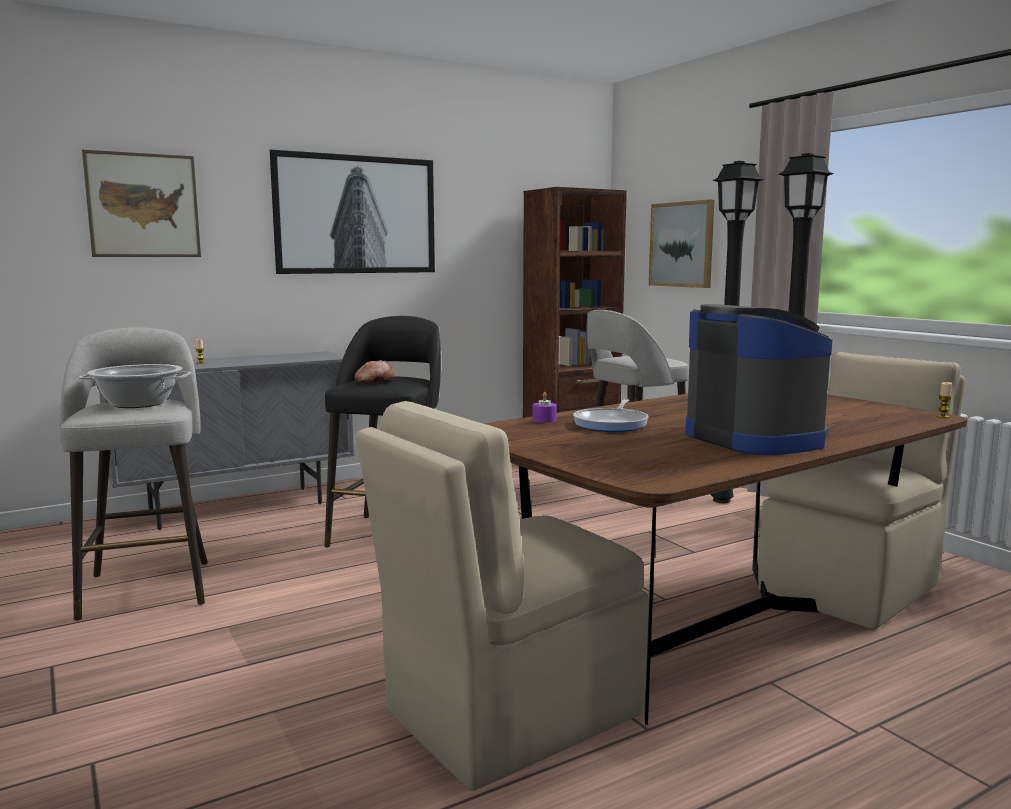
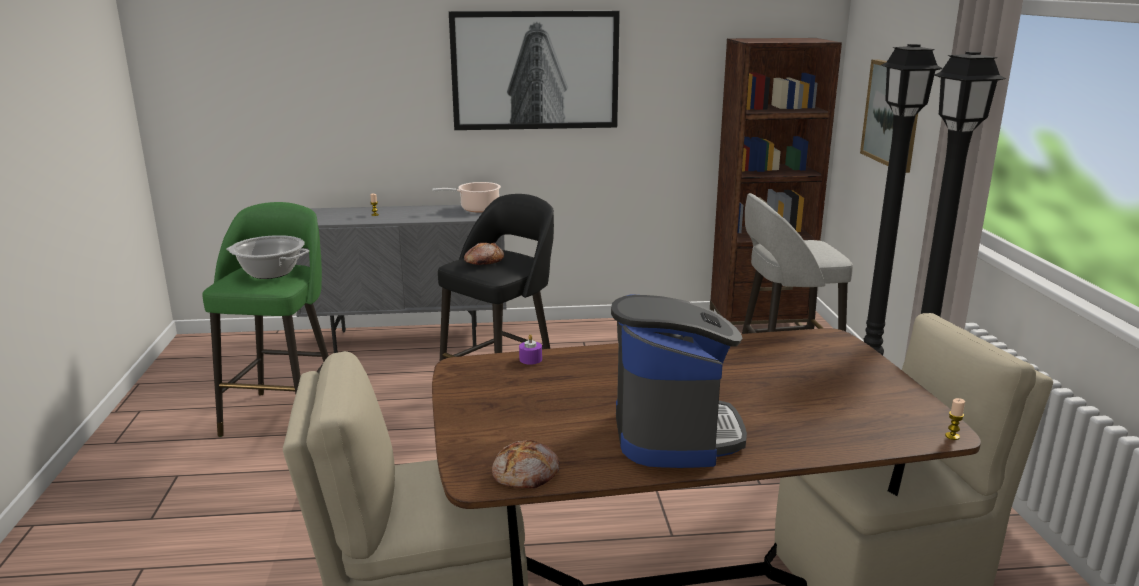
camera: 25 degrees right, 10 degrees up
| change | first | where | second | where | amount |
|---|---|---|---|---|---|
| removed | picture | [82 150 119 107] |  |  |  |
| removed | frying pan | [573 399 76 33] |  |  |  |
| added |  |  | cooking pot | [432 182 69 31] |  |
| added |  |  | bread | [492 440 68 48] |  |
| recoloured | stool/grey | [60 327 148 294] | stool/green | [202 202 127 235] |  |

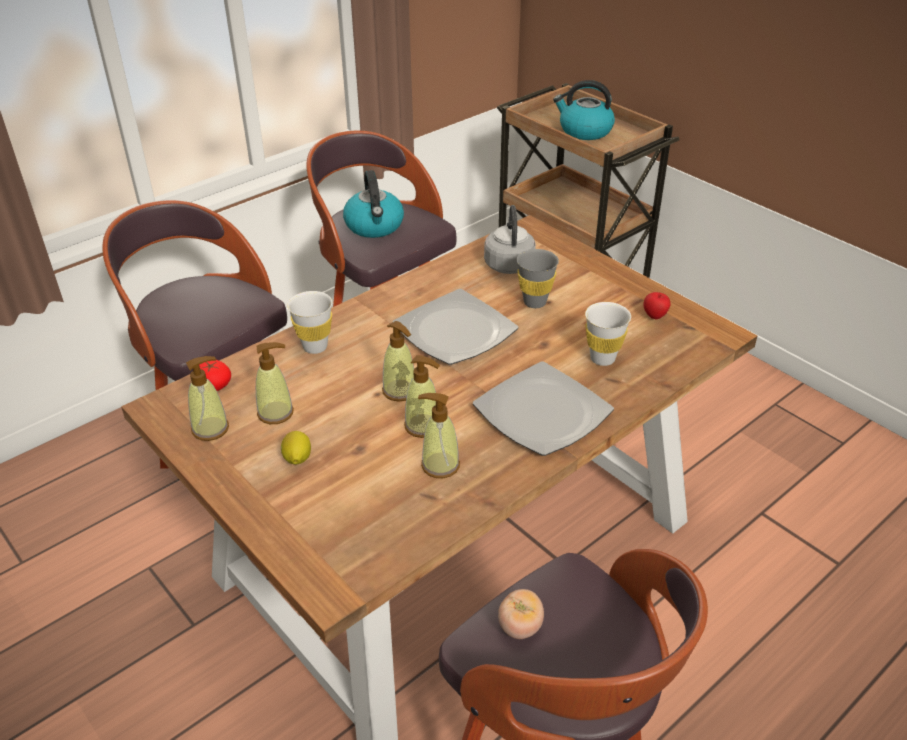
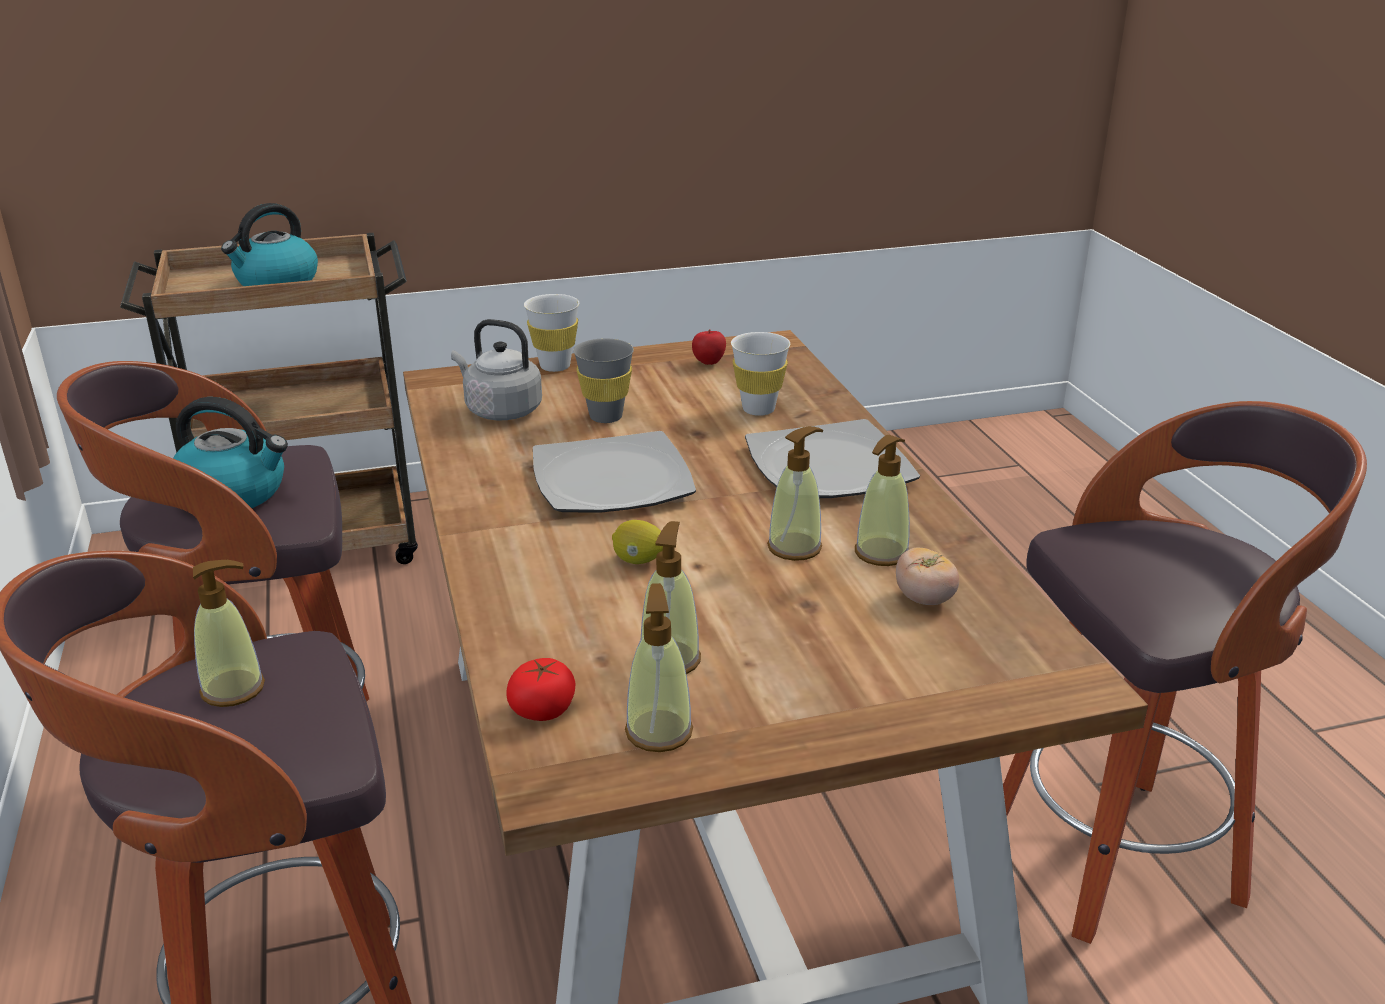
camera: 65 degrees left, 10 degrees down
| change | first | where | second | where | amount |
|---|---|---|---|---|---|
| moved | lemon | [281 431 30 33] |  | [612 520 51 44] |  |
| moved | cup/white | [287 291 45 63] |  | [524 294 55 78] |  |
| moved | soap dispenser | [382 321 32 81] |  | [193 560 72 147] |  |
| moved | tomato | [498 589 46 50] |  | [896 548 63 57] |  |

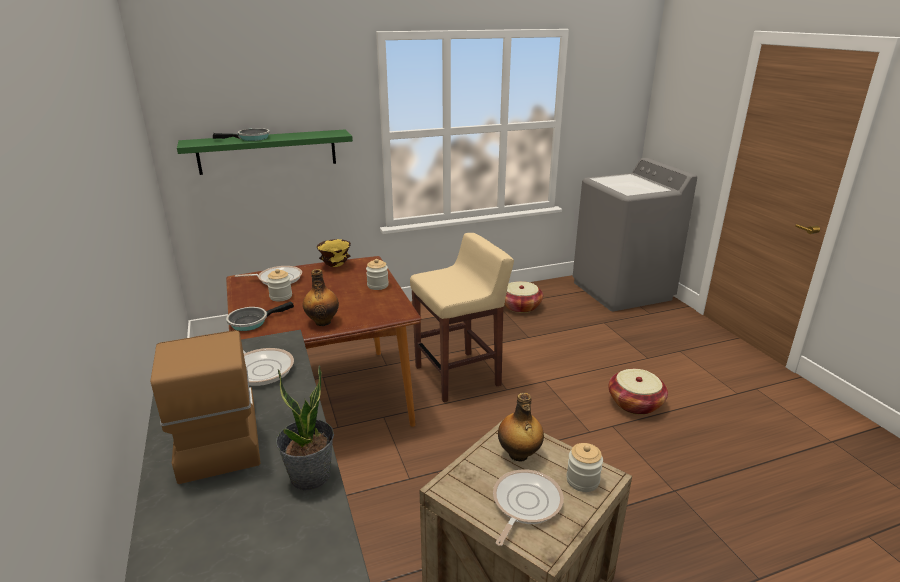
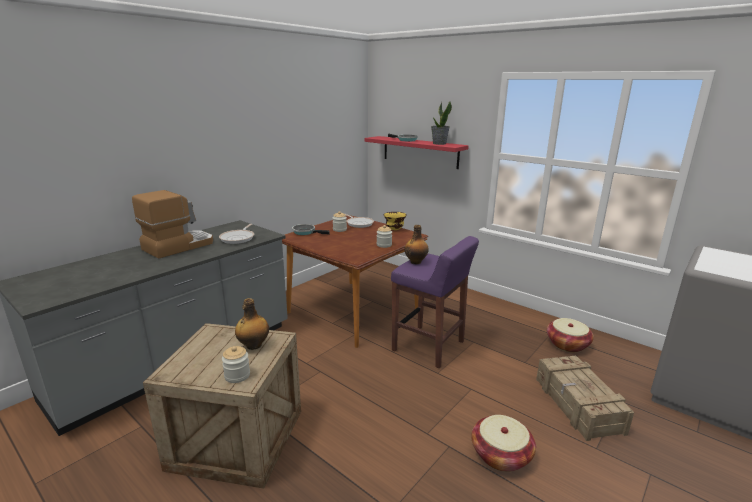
camera: 60 degrees right, 5 degrees down
| change | first | where | second | where | amount |
|---|---|---|---|---|---|
| removed | frying pan | [493 469 71 77] |  |  |  |
| added |  |  | crate | [536 356 98 85] |  |
| moved | potted plant | [276 365 58 125] |  | [431 102 21 43] |  |
| moved | bottle | [303 269 36 57] |  | [404 225 25 39] |  |
| recoloured | shelf/green | [177 129 176 46] | shelf/red | [365 136 104 33] |  |
| recoloured | stool/beige | [410 233 104 169] | stool/purple | [391 236 88 133] |  |

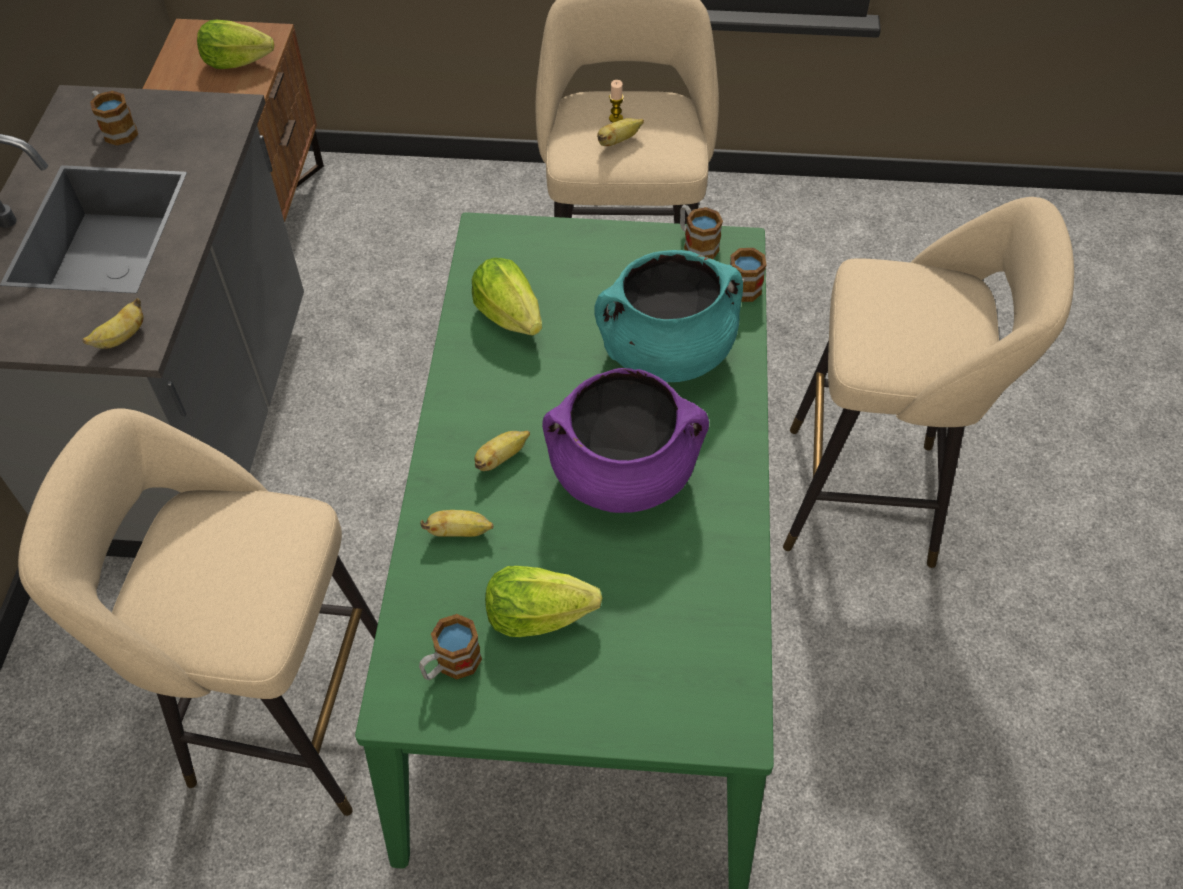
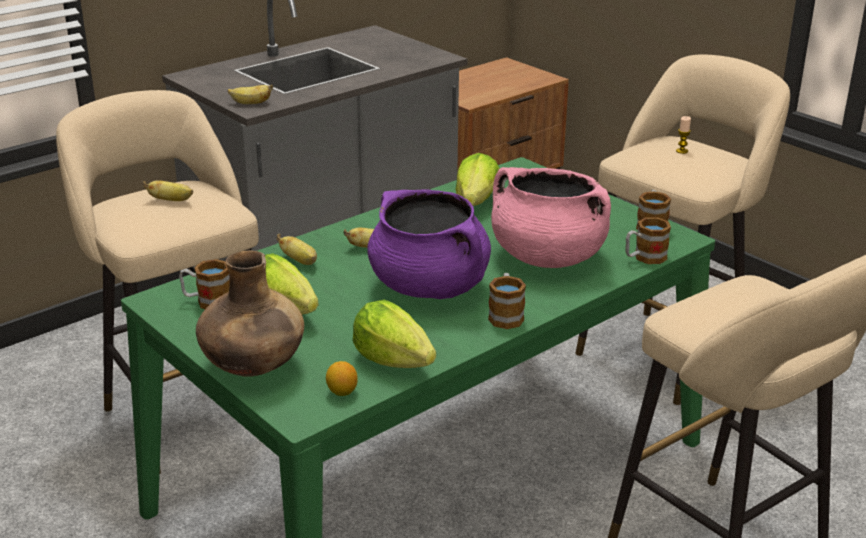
camera: 45 degrees right, 25 degrees down
| change | first | where | second | where | amount |
|---|---|---|---|---|---|
| added |  |  | vase/brown | [196 251 108 126] |  |
| added |  |  | lemon | [326 361 32 35] |  |
| moved | mug | [90 91 48 55] |  | [488 273 38 56] |  |
| moved | lettuce | [197 20 77 49] |  | [353 300 83 68] |  |
| moved | banana | [597 118 47 28] |  | [143 180 50 21] |  |
| recoloured | cooking pot/turquoise | [594 250 149 132] | cooking pot/pink | [491 167 120 101] |  |

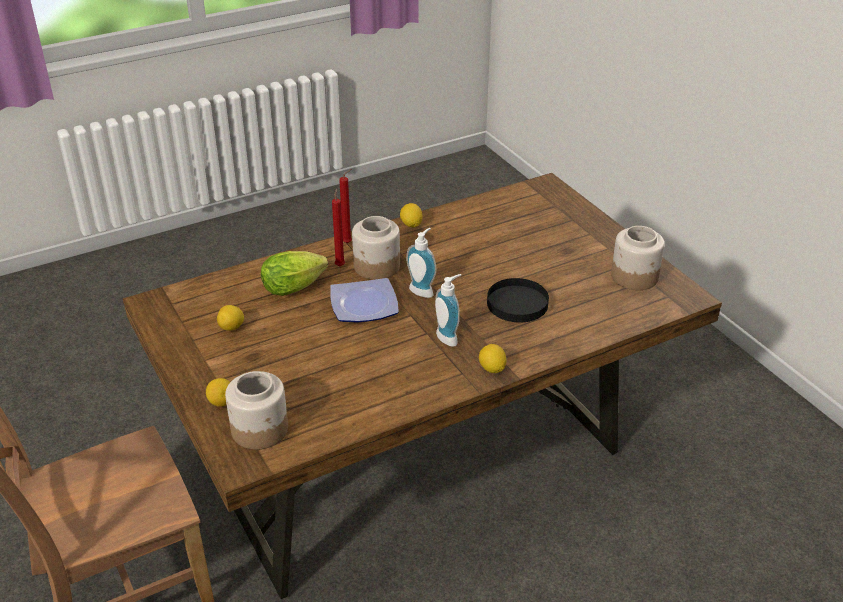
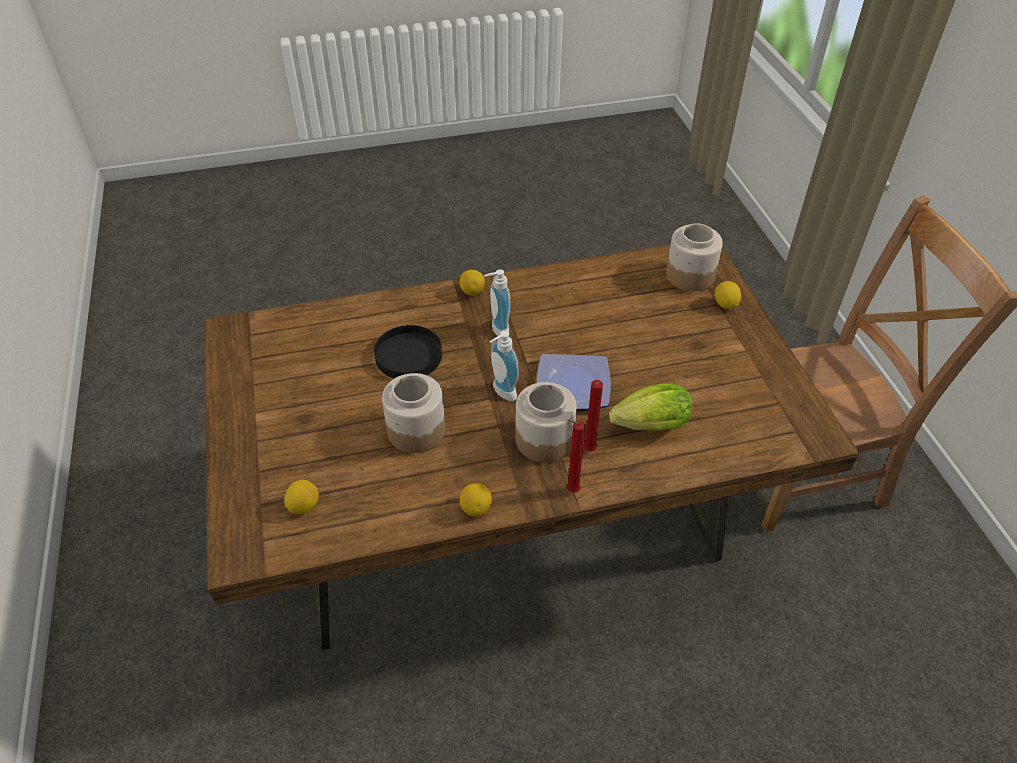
camera: 165 degrees left, 10 degrees up
| change | first | where | second | where | amount |
|---|---|---|---|---|---|
| moved | lemon | [217 305 27 26] |  | [284 480 35 34] |  |
| moved | jar | [611 226 54 64] |  | [382 373 63 80] |  |

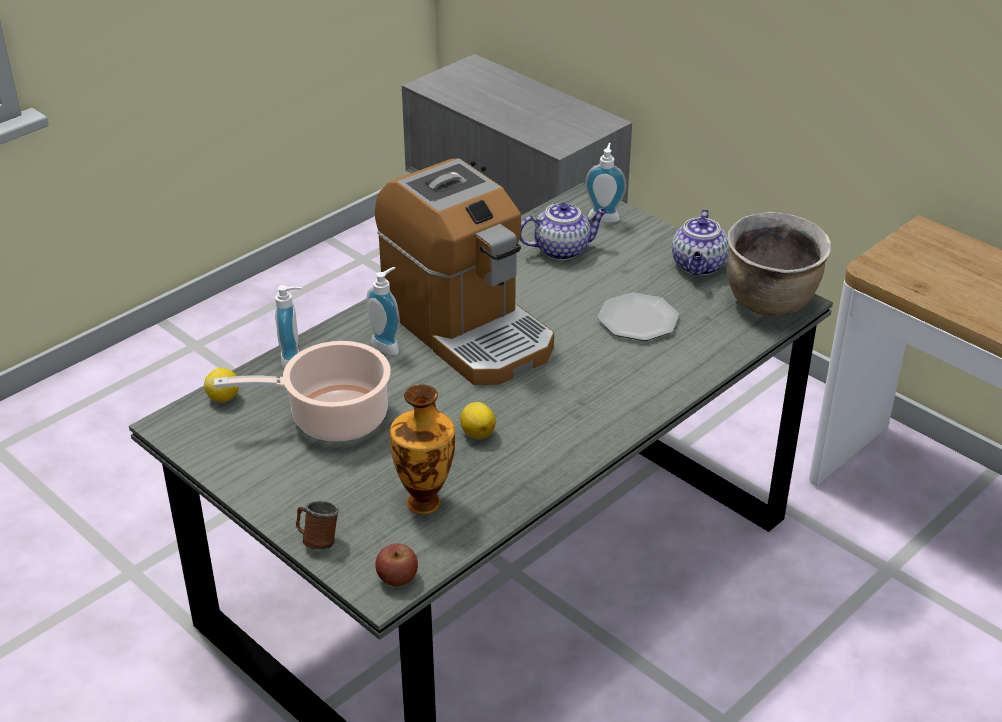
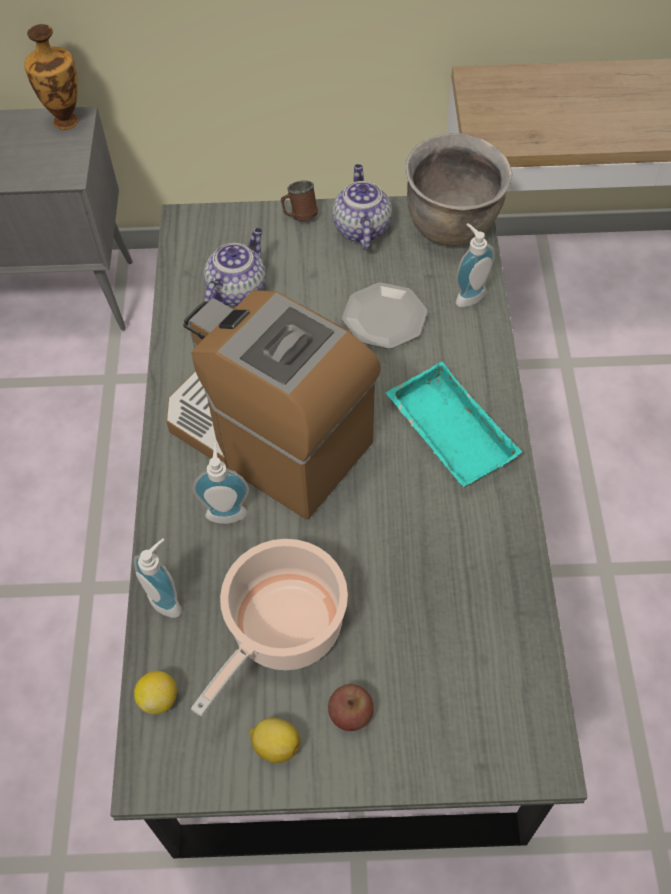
camera: 45 degrees left, 20 degrees up
| change | first | where | second | where | amount |
|---|---|---|---|---|---|
| added |  |  | tray/turquoise | [385 362 137 125] |  |
| moved | mug/brown | [296 501 43 49] |  | [281 180 37 41] |  |
| moved | apple | [375 543 43 43] |  | [328 684 46 47] |  |
| moved | vase | [390 384 65 130] |  | [24 24 54 106] |  |
| moved | lemon | [460 402 36 37] |  | [249 718 51 45] |  |
| moved | soap dispenser | [585 143 42 80] |  | [456 223 39 84] |  |
| turned | coffee machine | [375 159 179 226] |  | [166 290 215 229] | 150 degrees counterclockwise |
| turned | teapot | [672 209 57 66] |  | [332 164 60 86] | 150 degrees counterclockwise |

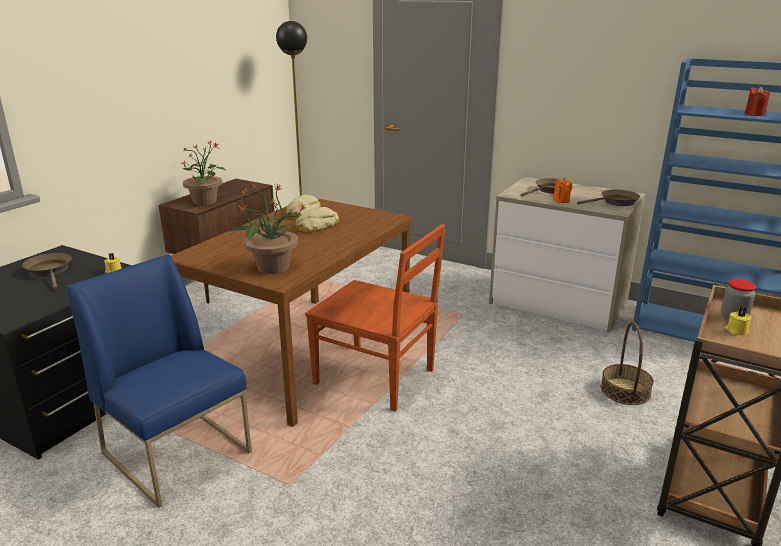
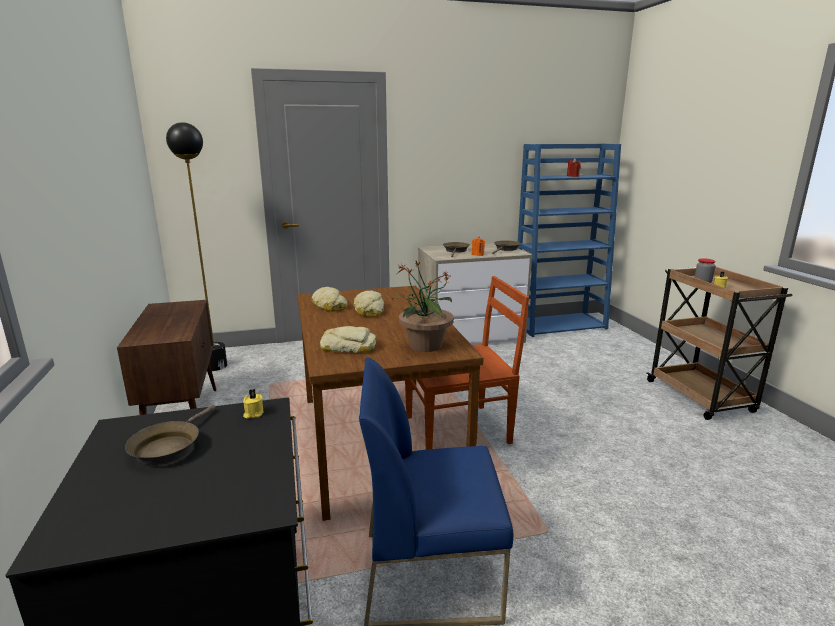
camera: 45 degrees left, 5 degrees down
| change | first | where | second | where | amount |
|---|---|---|---|---|---|
| removed | potted plant | [181 141 45 65] |  |  |  |
| removed | basket | [601 322 53 83] |  |  |  |
| added |  |  | bread | [320 326 56 27] |  |
| turned | frying pan/brown | [22 253 50 37] |  | [125 405 91 60] | 90 degrees counterclockwise |

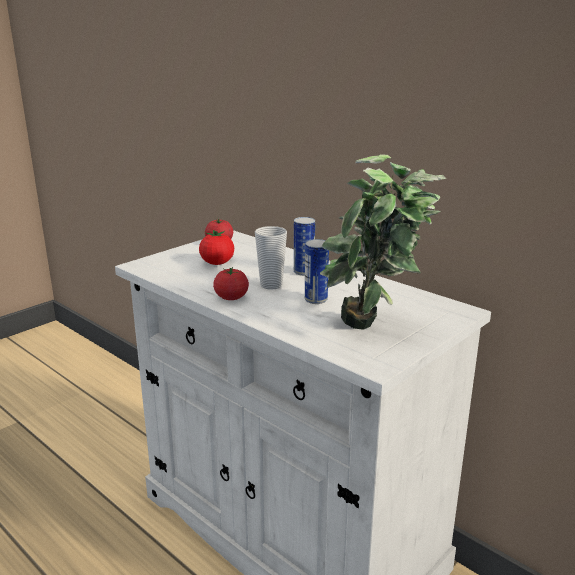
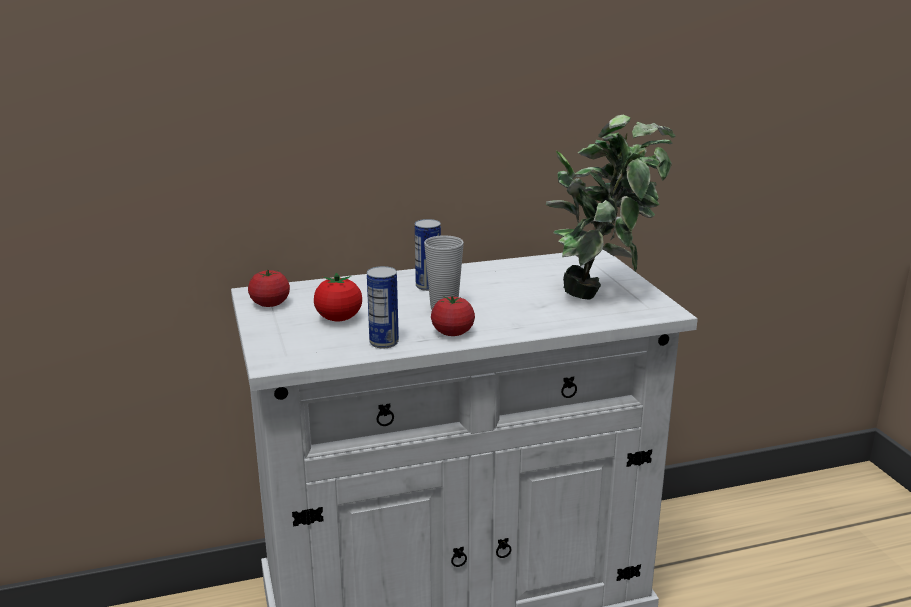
camera: 60 degrees left, 0 degrees up
| change | first | where | second | where | amount |
|---|---|---|---|---|---|
| moved | can | [305 239 24 65] |  | [367 266 32 82] |  |

